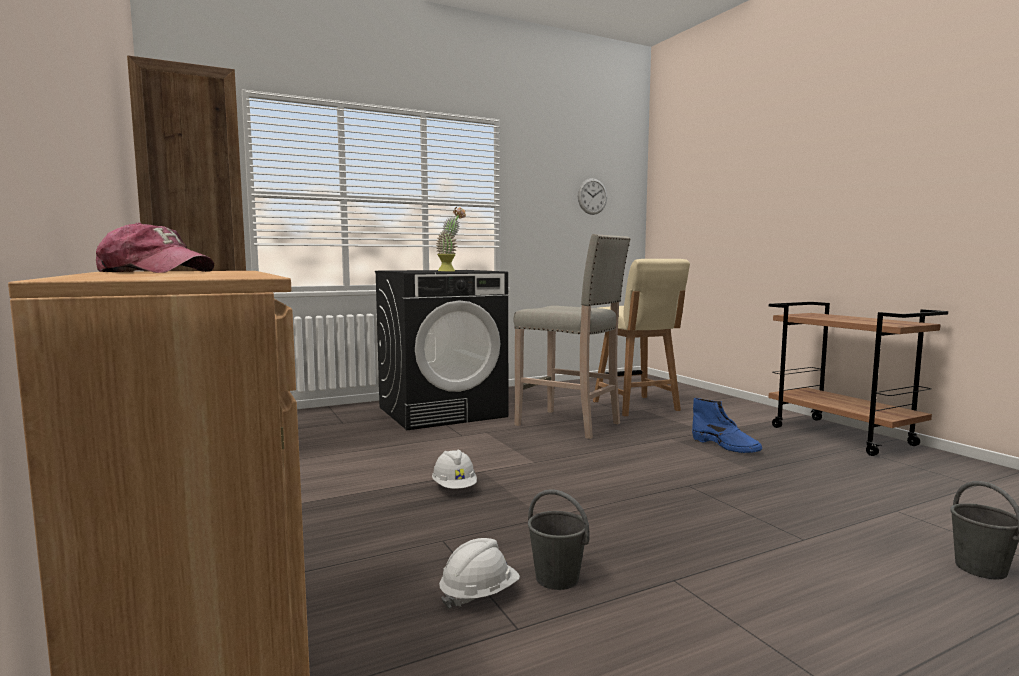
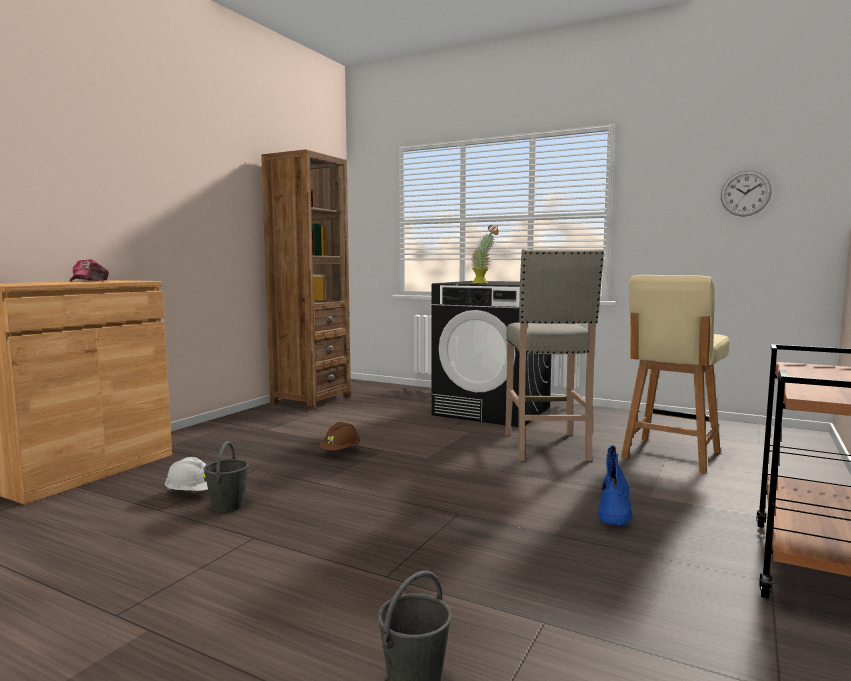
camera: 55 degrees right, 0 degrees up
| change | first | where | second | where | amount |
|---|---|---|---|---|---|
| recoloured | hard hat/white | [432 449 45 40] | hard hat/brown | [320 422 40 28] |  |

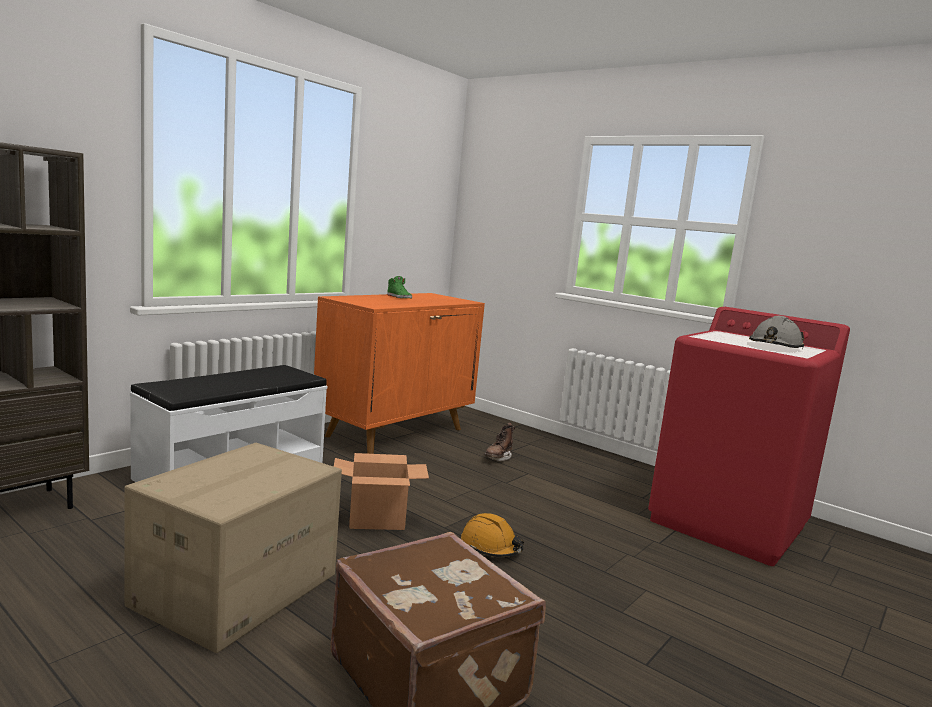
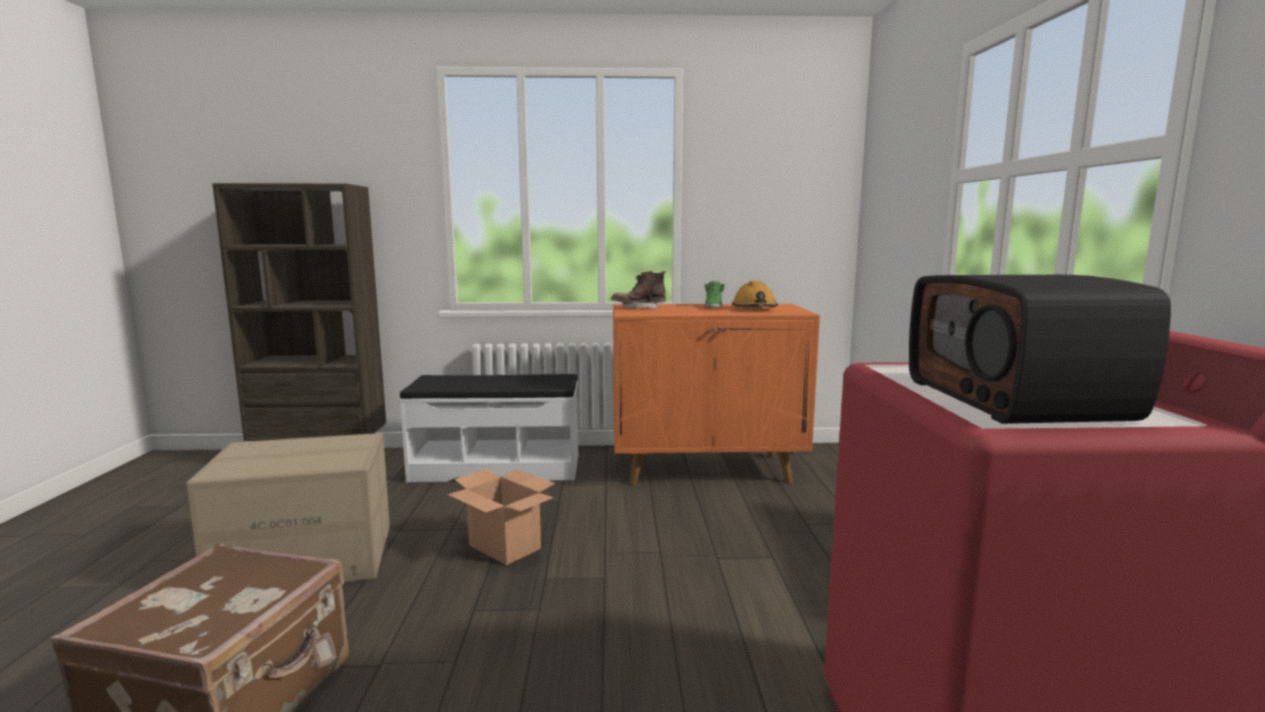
camera: 50 degrees right, 0 degrees up
| change | first | where | second | where | amount |
|---|---|---|---|---|---|
| moved | hard hat/orange | [461 513 63 44] |  | [732 281 46 26] |  |
| moved | boot/brown | [485 423 30 38] |  | [611 271 55 38] |  |
| replaced | hard hat/grey | [749 315 55 34] | radio | [909 275 262 149] |  |

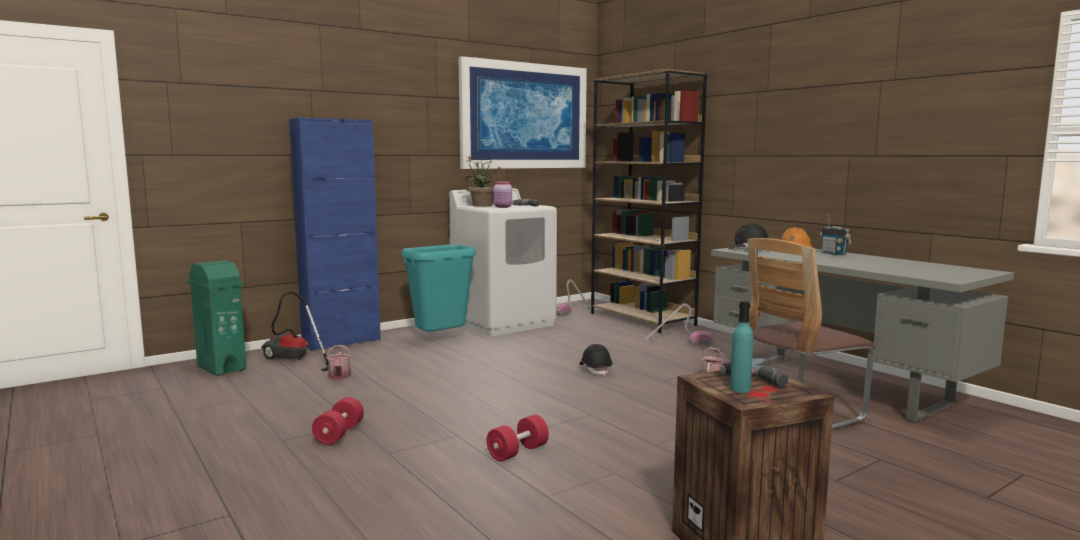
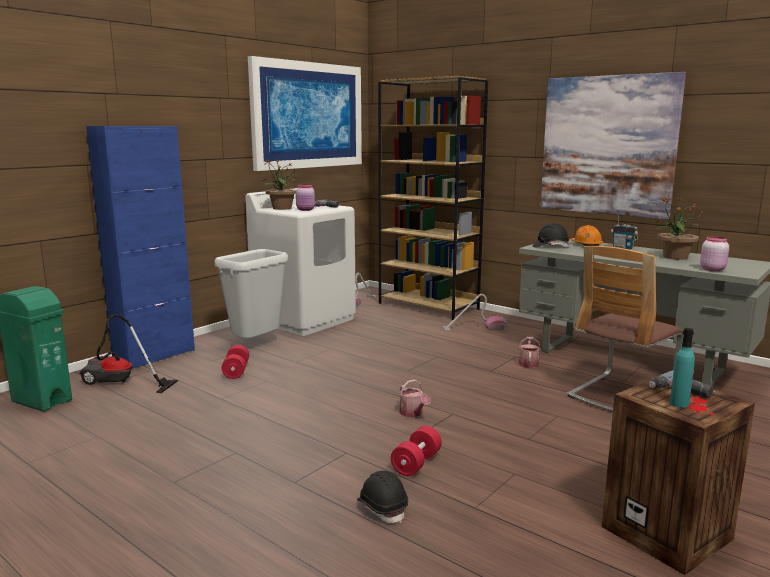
camera: 15 degrees left, 5 degrees up
| change | first | where | second | where | amount |
|---|---|---|---|---|---|
| added |  |  | picture | [540 72 146 147] |  |
| added |  |  | potted plant | [656 198 46 62] |  |
| added |  |  | jar/pink | [700 236 29 35] |  |
| moved | dumbbell/red | [312 397 52 48] |  | [222 345 27 34] |  |
| moved | watering can | [327 345 24 34] |  | [399 379 32 38] |  |
| moved | hard hat/black | [580 344 32 32] |  | [357 471 51 52] |  |
| recoloured | trash can/turquoise | [401 244 75 88] | trash can/grey | [214 249 74 90] |  |

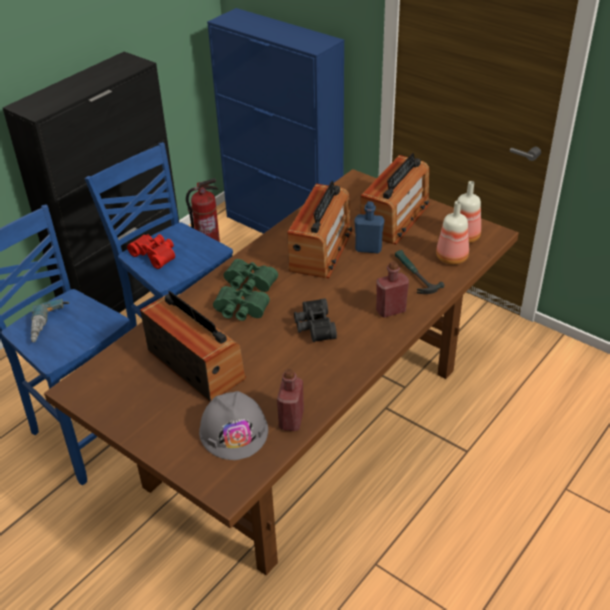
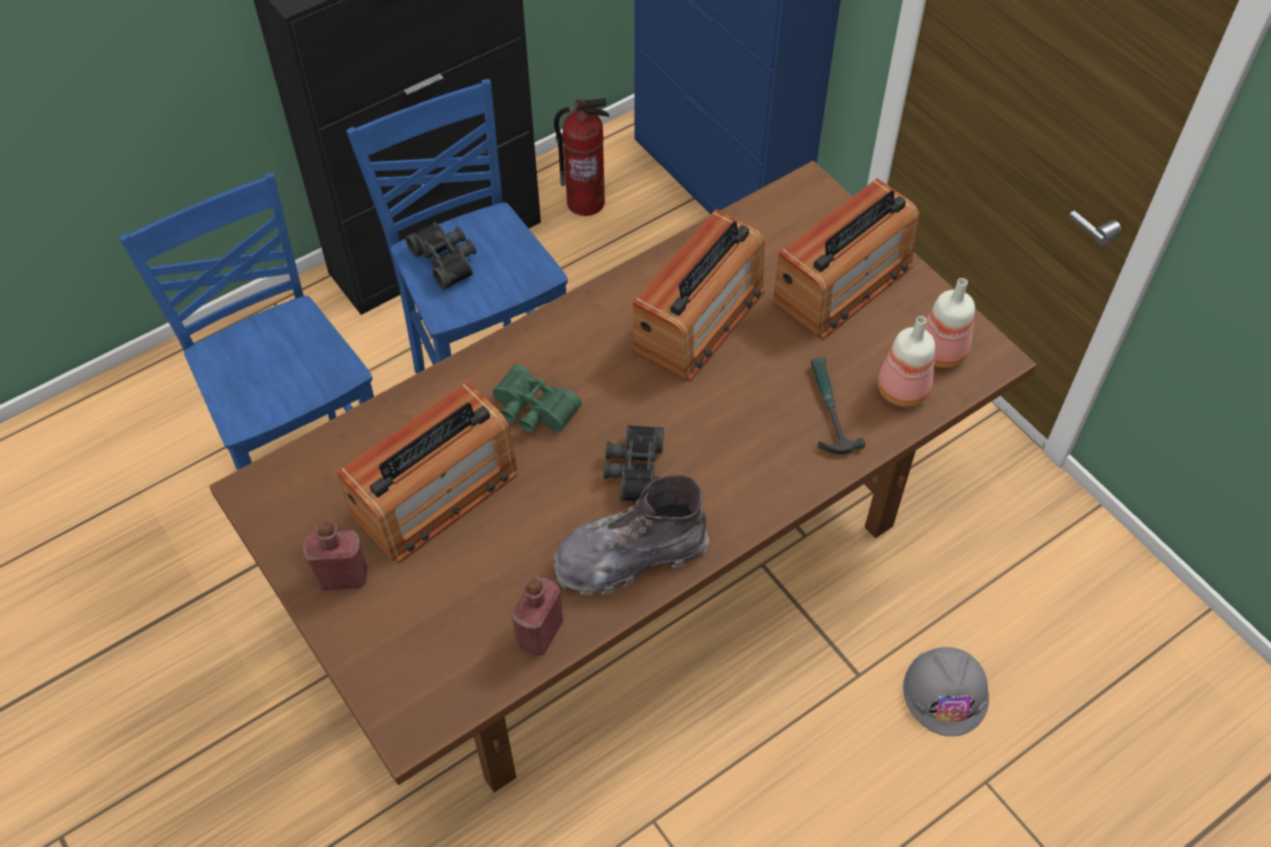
camera: 15 degrees right, 15 degrees up
| change | first | where | second | where | amount |
|---|---|---|---|---|---|
| removed | power drill | [31 299 38 44] |  |  |  |
| removed | binoculars/green | [223 259 55 34] |  |  |  |
| removed | bottle/blue | [354 201 30 52] |  |  |  |
| added |  |  | boot/grey | [554 475 155 120] |  |
| moved | hard hat/grey | [199 391 69 69] |  | [903 647 86 89] |  |
| moved | bottle/red | [376 261 33 57] |  | [303 521 64 70] |  |
| recoloured | binoculars/red | [127 234 48 35] | binoculars/black | [406 222 70 68] |  |
| turned | radio | [140 291 106 111] |  | [337 381 180 182] | 75 degrees clockwise |

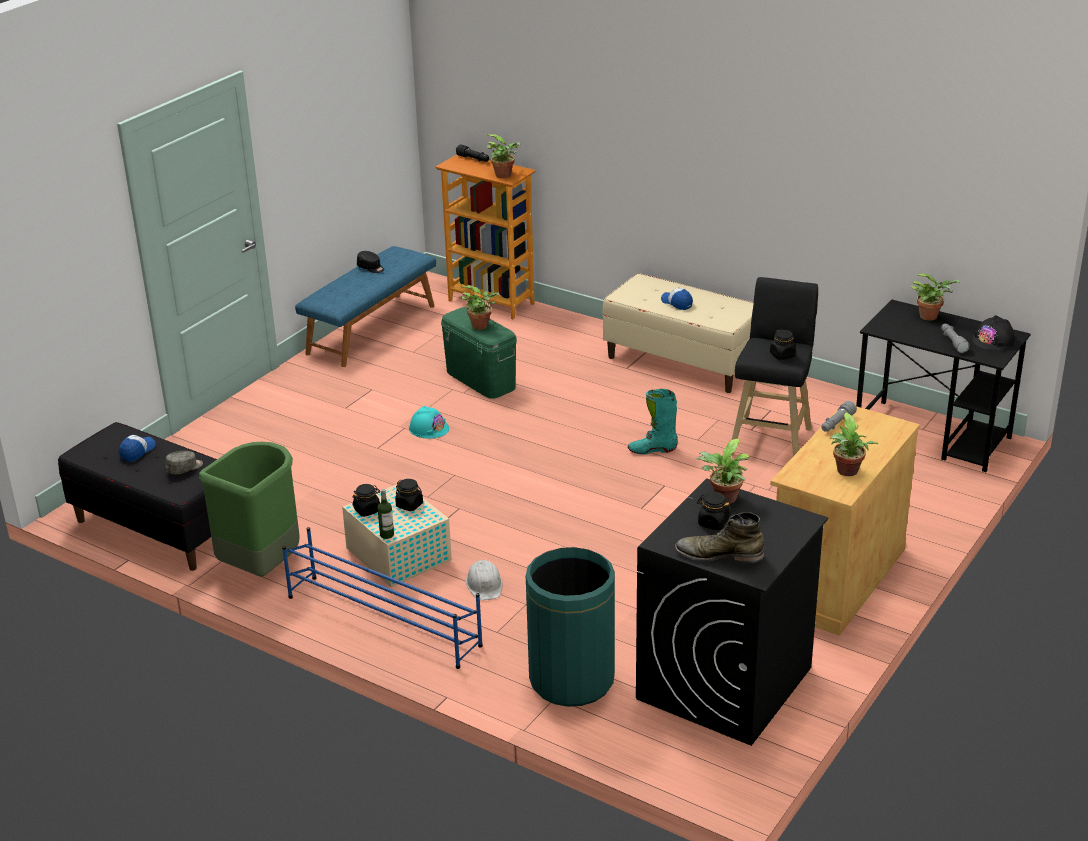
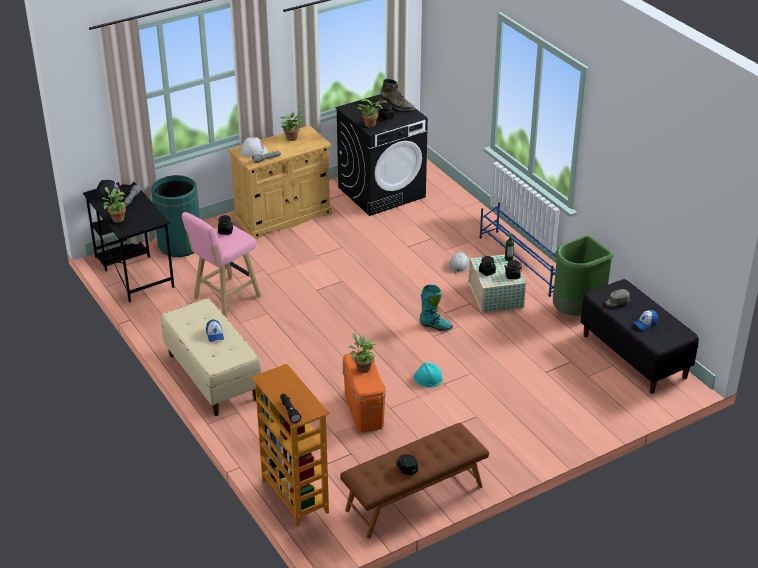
camera: 155 degrees left, 5 degrees up
| change | first | where | second | where | amount |
|---|---|---|---|---|---|
| removed | potted plant | [486 134 34 44] |  |  |  |
| added |  |  | hard hat/white | [241 138 27 20] |  |
| moved | trash can/green | [526 547 89 160] |  | [151 175 49 82] |  |
| moved | boot/turquoise | [628 389 50 65] |  | [420 285 33 46] |  |
| recoloured | bench/blue | [295 246 141 121] | bench/brown | [340 423 149 116] |  |
| recoloured | storage box/green | [441 307 76 92] | storage box/orange | [343 351 43 81] |  |
| recoloured | stool/black | [731 277 87 179] | stool/pink | [182 212 79 105] |  |

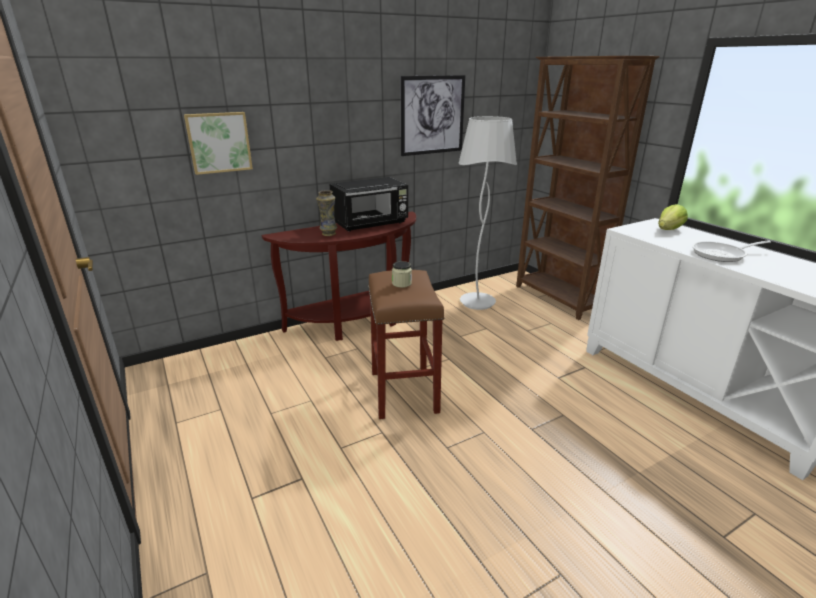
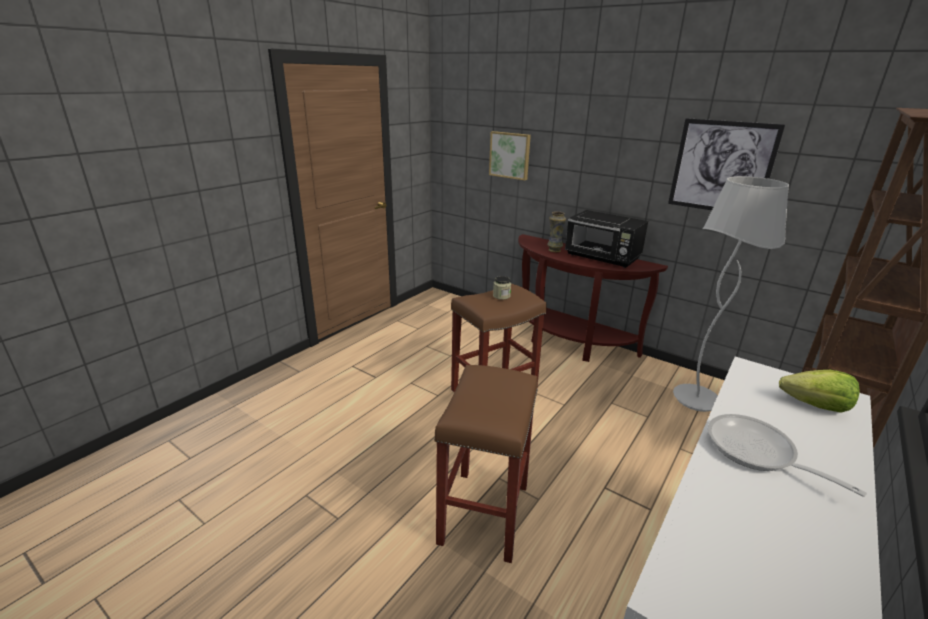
camera: 65 degrees right, 0 degrees up
| change | first | where | second | where | amount |
|---|---|---|---|---|---|
| added |  |  | stool/brown | [434 365 104 198] |  |

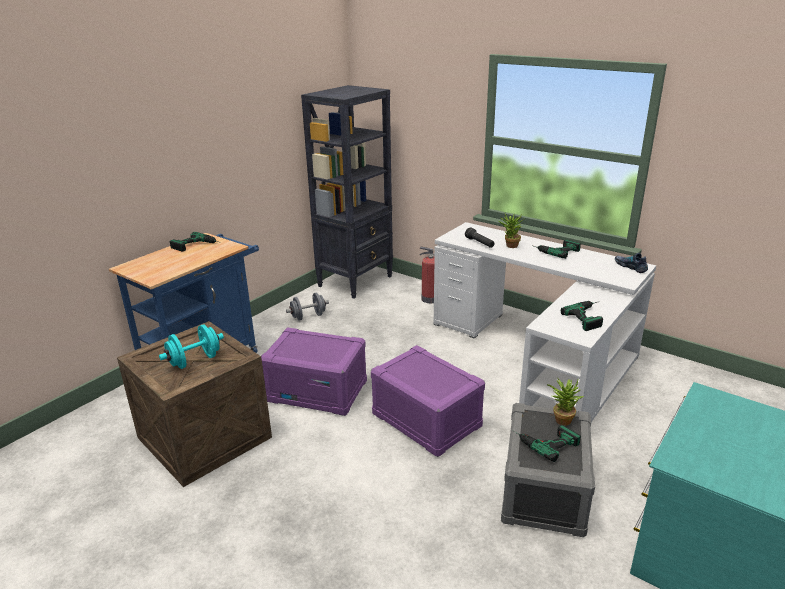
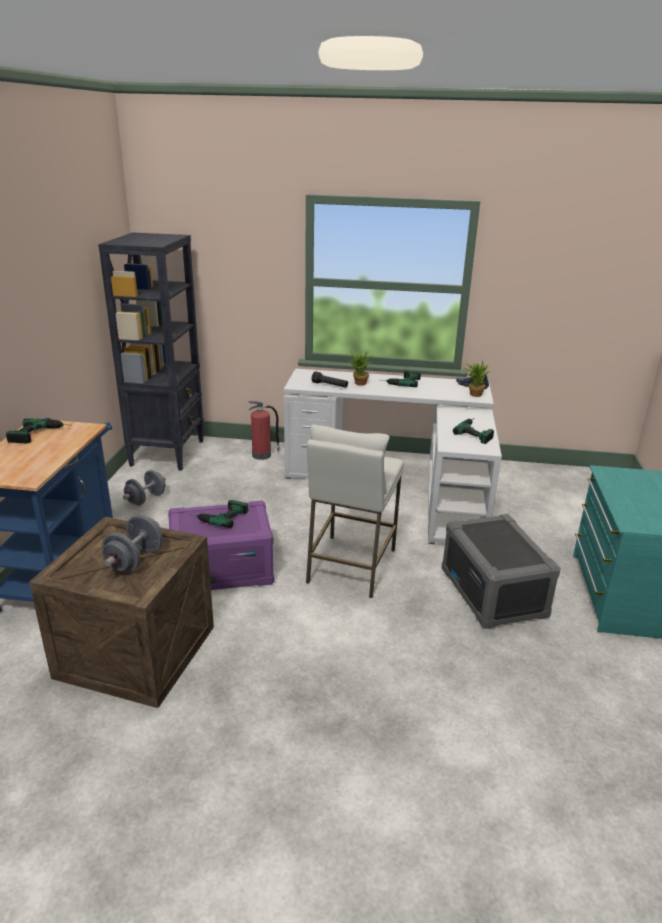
camera: 30 degrees left, 0 degrees up
| change | first | where | second | where | amount |
|---|---|---|---|---|---|
| moved | power drill | [512 425 69 37] |  | [190 500 58 28] |  |
| moved | potted plant | [547 377 37 49] |  | [464 359 25 38] |  |
| replaced | storage box/purple | [371 345 114 112] | stool/white | [306 424 98 174] |  |
| recoloured | dumbbell/turquoise | [159 324 65 45] | dumbbell/grey | [102 515 61 57] |  |

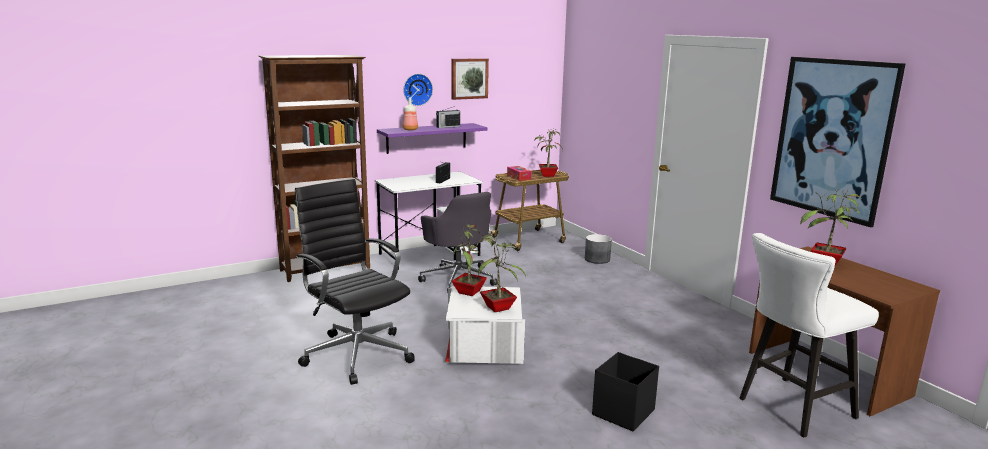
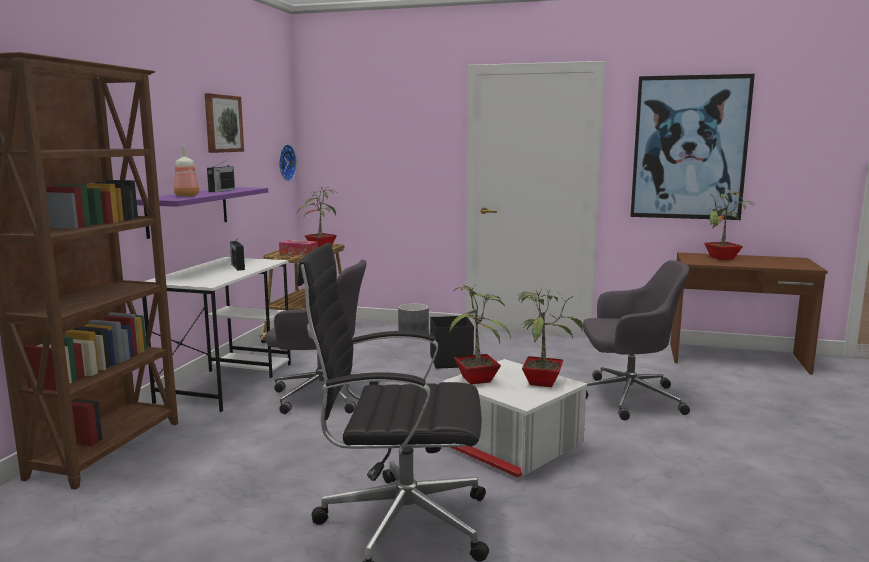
camera: 45 degrees left, 5 degrees down
| change | first | where | second | where | amount |
|---|---|---|---|---|---|
| removed | stool/white | [740 233 139 204] |  |  |  |
| added |  |  | office chair/grey | [583 260 107 160] |  |
| moved | wall clock | [403 74 30 32] |  | [279 144 18 37] |  |
| moved | storage box/black | [592 352 67 79] |  | [430 316 44 53] |  |

